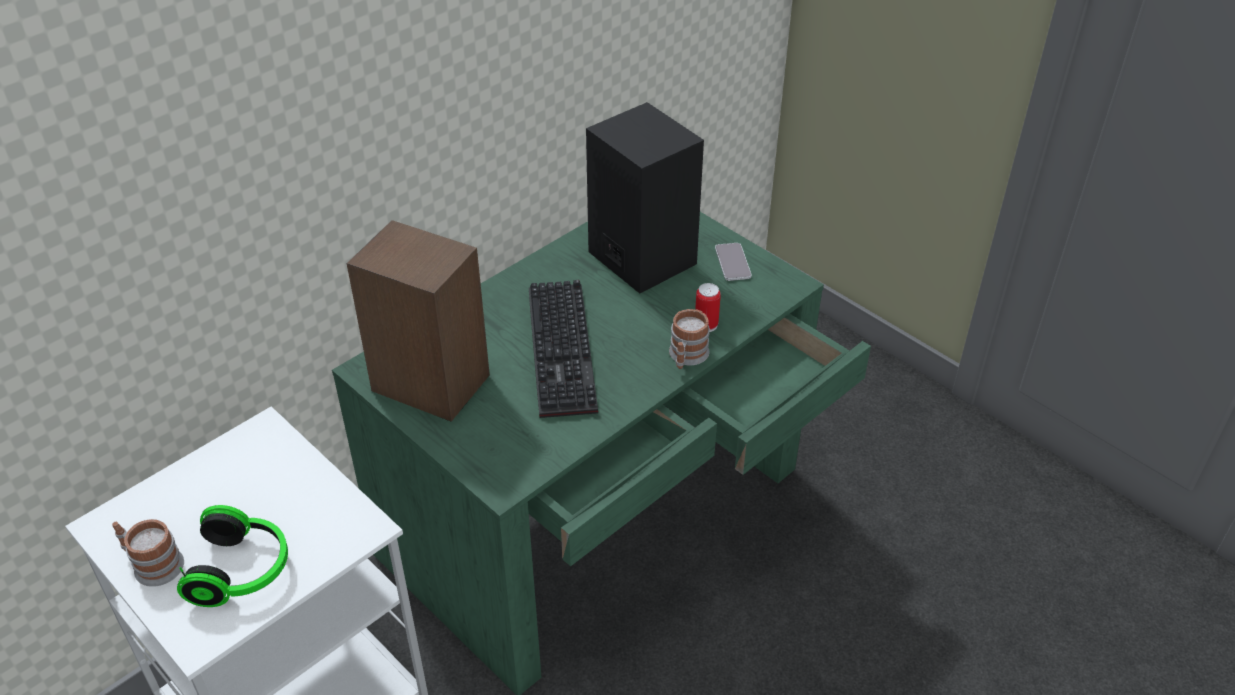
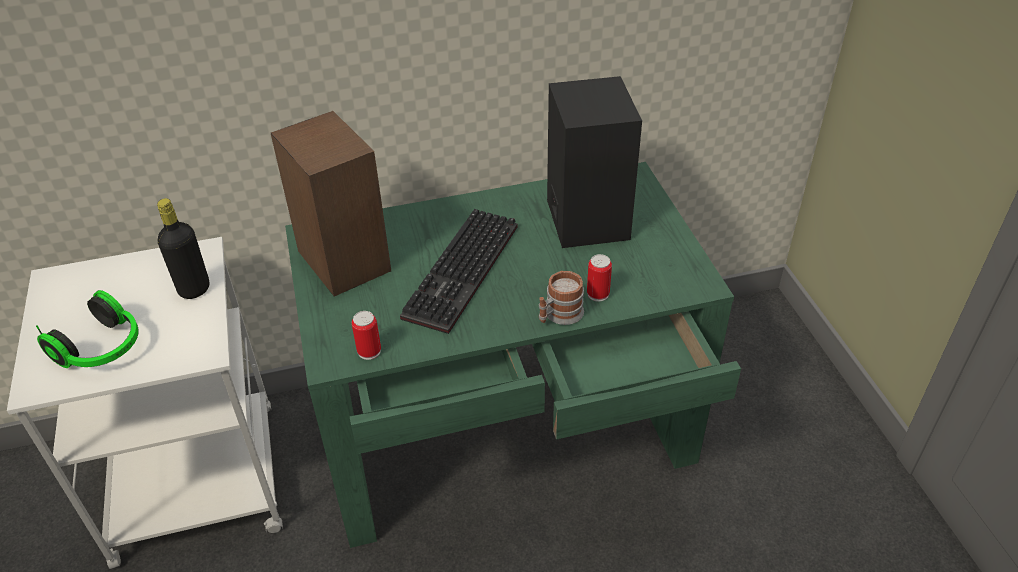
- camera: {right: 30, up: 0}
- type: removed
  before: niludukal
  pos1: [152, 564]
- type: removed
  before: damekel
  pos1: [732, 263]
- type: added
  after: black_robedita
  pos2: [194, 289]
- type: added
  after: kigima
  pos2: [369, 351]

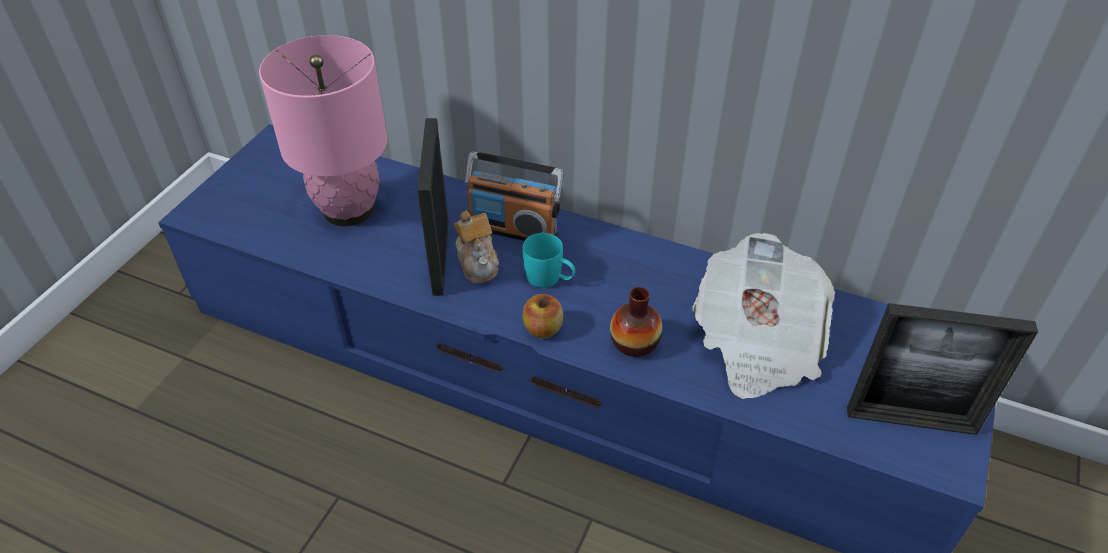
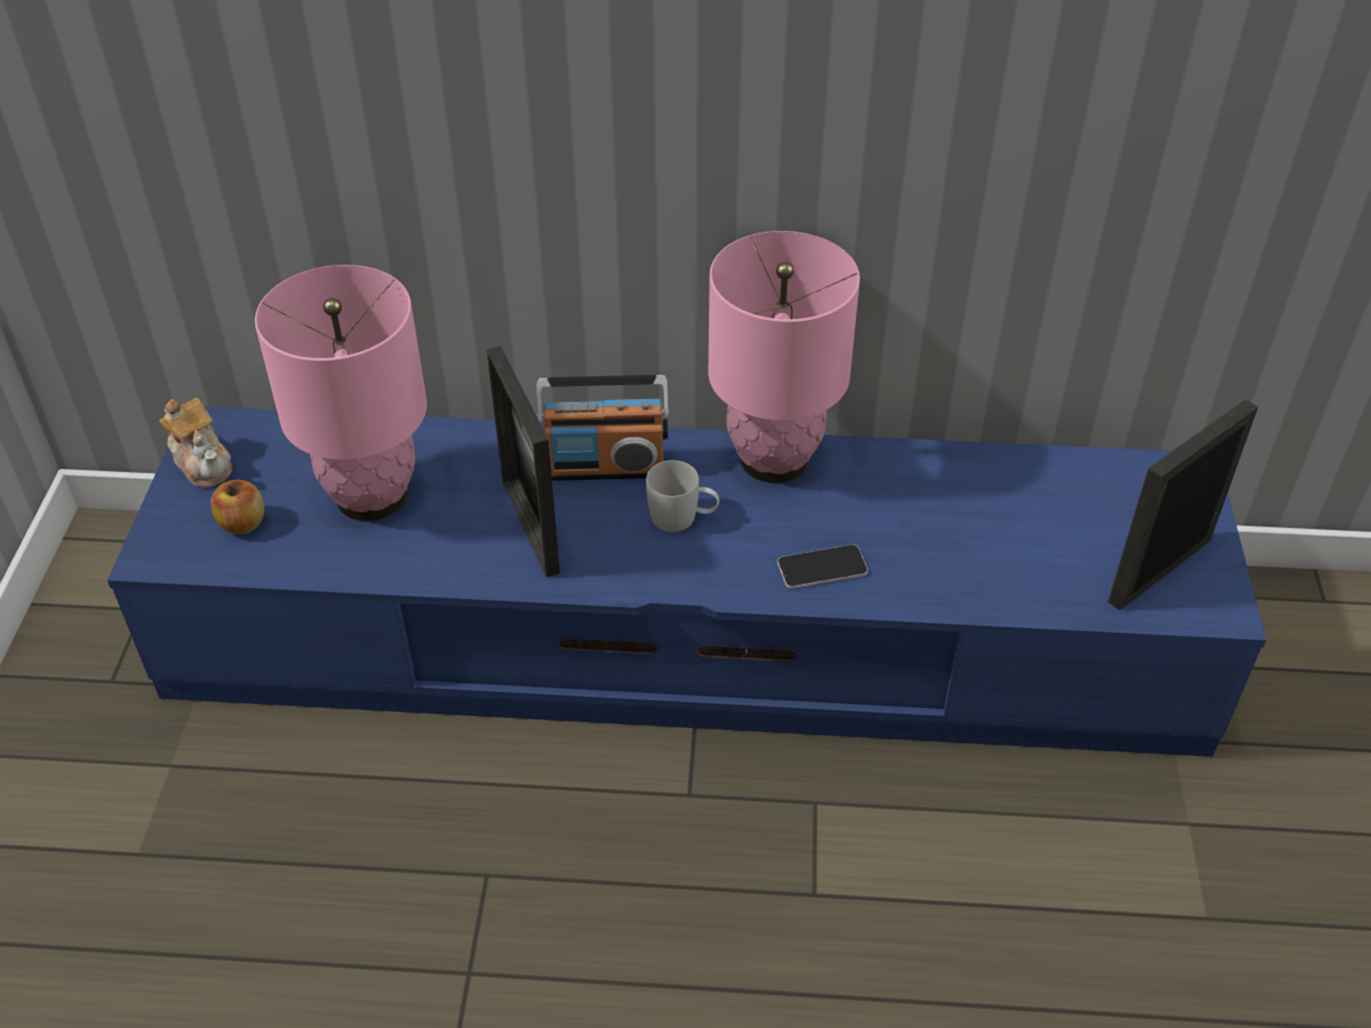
- camera: {right: -20, up: 0}
- type: removed
  before: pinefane
  pos1: [756, 343]
- type: added
  after: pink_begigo
  pos2: [773, 458]
- type: moved
  before: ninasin
  pos1: [478, 262]
  pos2: [203, 463]
- type: moved
  before: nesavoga
  pos1: [543, 329]
  pos2: [243, 523]
- type: replaced
  before: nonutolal
  after: damekel
  pos1: [634, 343]
  pos2: [822, 568]
- type: recoloured
  before: turquoise_niludukal
  after: white_niludukal
  pos1: [549, 279]
  pos2: [683, 518]
- type: turned
  before: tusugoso
  pos1: [911, 420]
  pos2: [1159, 570]
  turn: 150

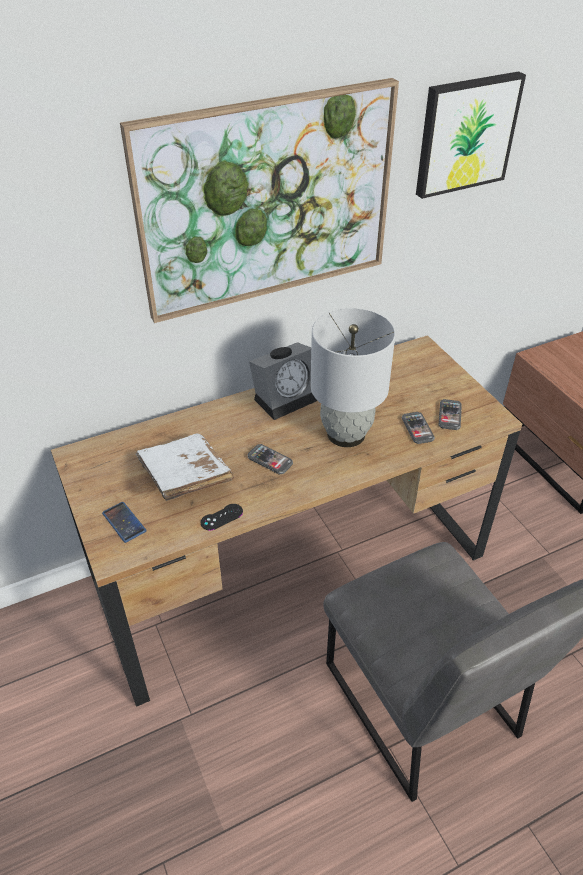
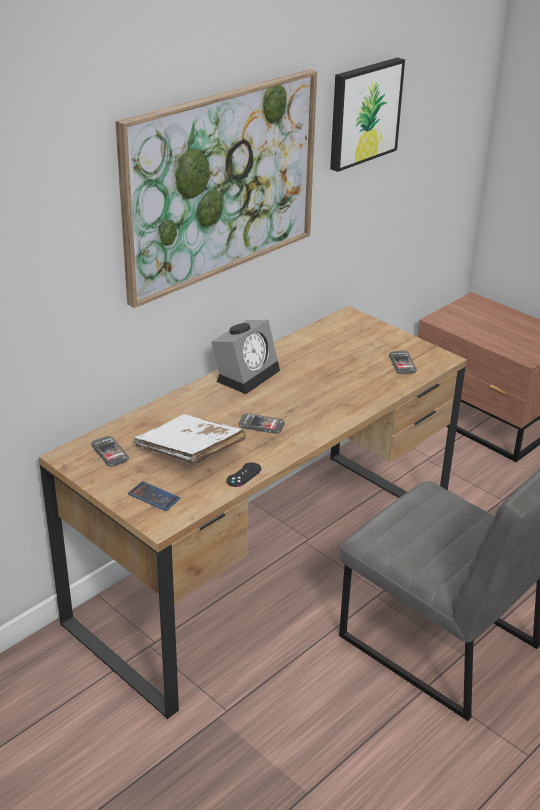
- camera: {right: -20, up: -10}
- type: removed
  before: white_begigo
  pos1: [346, 434]
- type: moved
  before: damekel
  pos1: [417, 429]
  pos2: [110, 452]

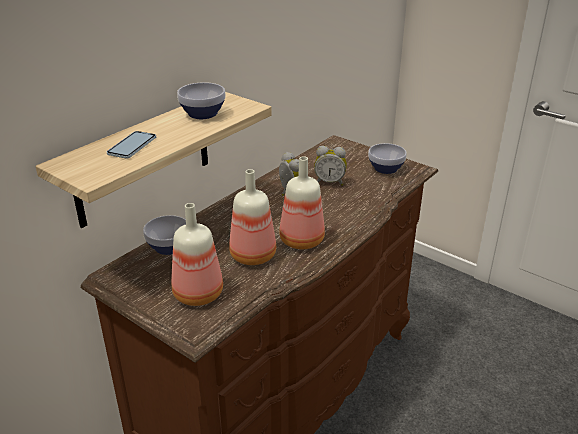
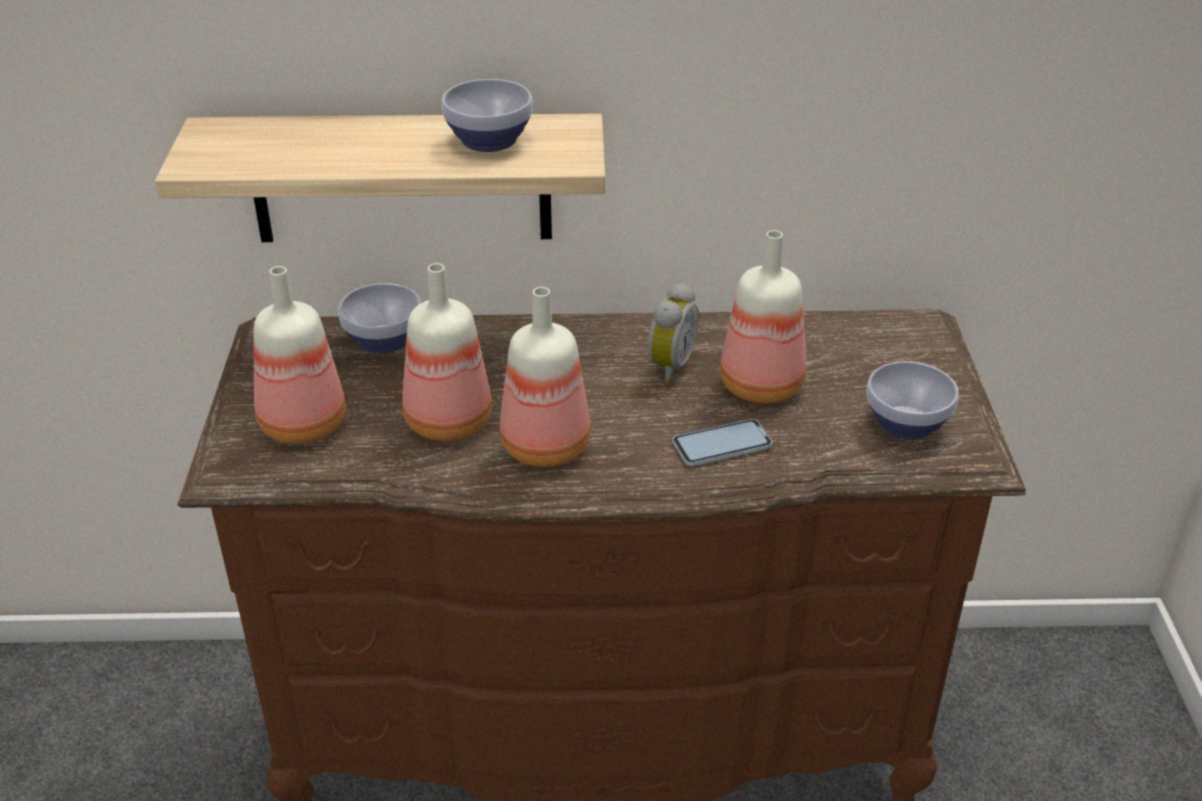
- camera: {right: 50, up: 5}
- type: moved
  before: damekel
  pos1: [132, 146]
  pos2: [722, 445]
- type: replaced
  before: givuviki
  after: robedita
  pos1: [330, 182]
  pos2: [764, 386]

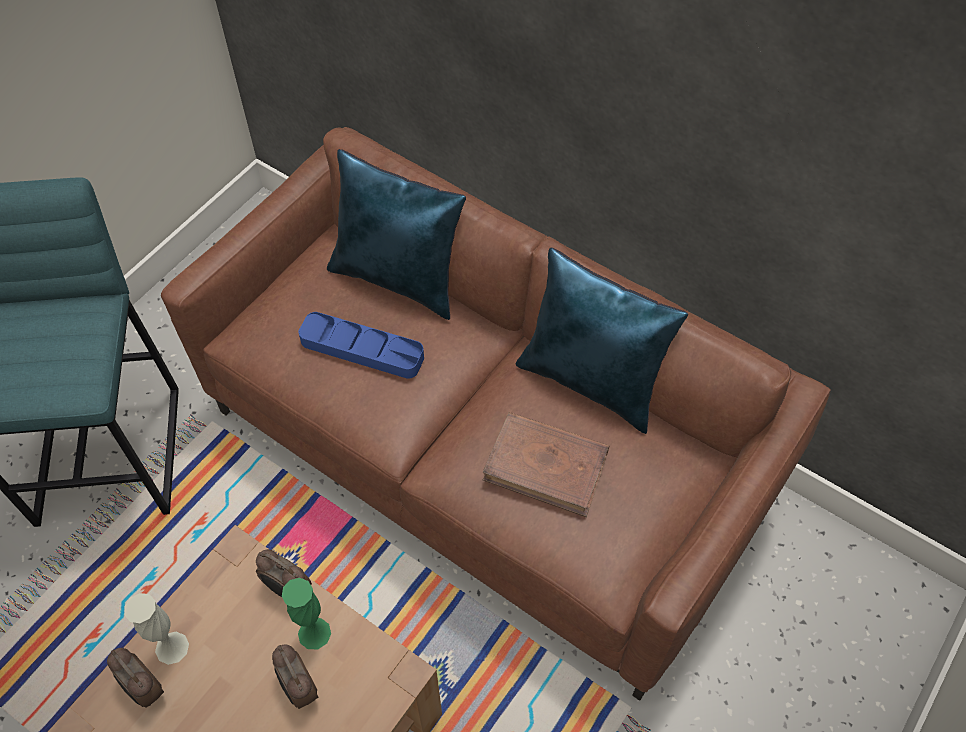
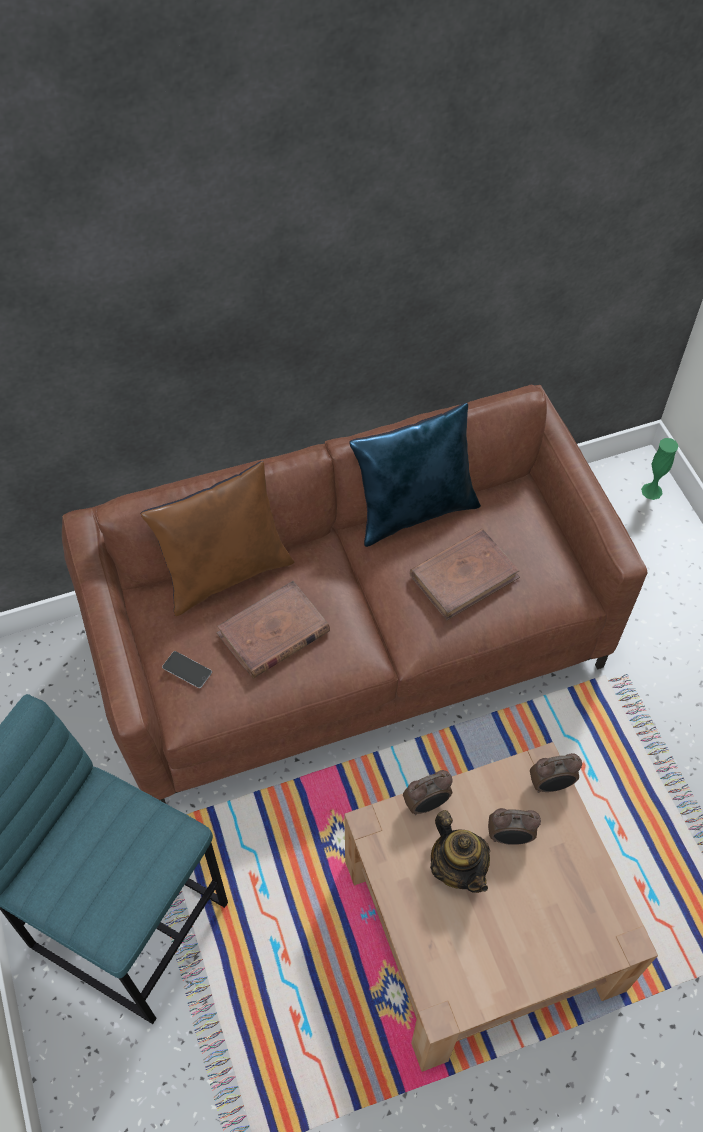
- camera: {right: -55, up: 0}
- type: removed
  before: white_nonutolal
  pos1: [172, 647]
- type: added
  after: damekel
  pos2: [187, 669]
- type: added
  after: ninasin
  pos2: [457, 867]
- type: moved
  before: givuviki
  pos1: [145, 689]
  pos2: [551, 785]
- type: moved
  before: green_nonutolal
  pos1: [314, 633]
  pos2: [651, 491]
- type: replaced
  before: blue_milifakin
  after: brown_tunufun
  pos1: [362, 349]
  pos2: [273, 633]
- type: recoloured
  before: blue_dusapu
  after: brown_dusapu
  pos1: [399, 278]
  pos2: [226, 572]

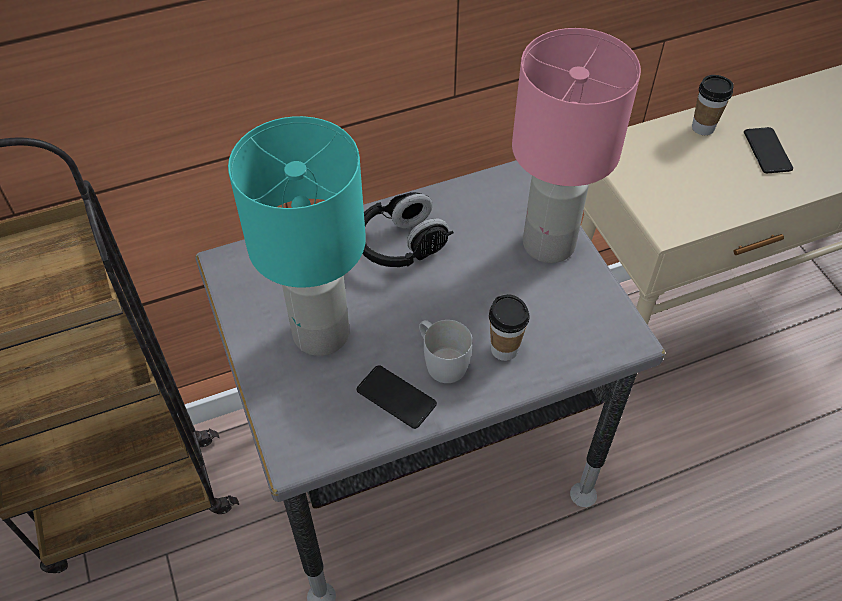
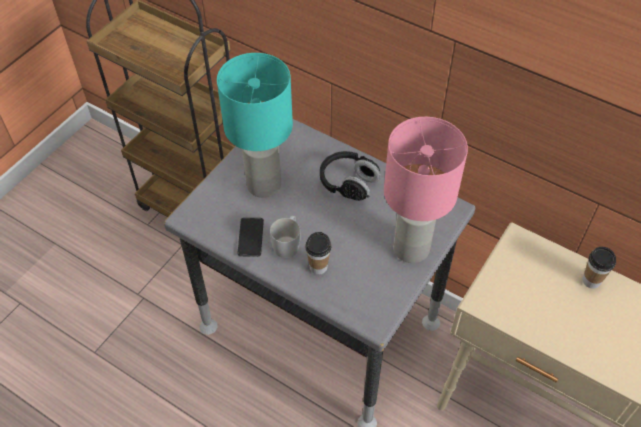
- camera: {right: 55, up: 0}
- type: removed
  before: damekel
  pos1: [767, 151]

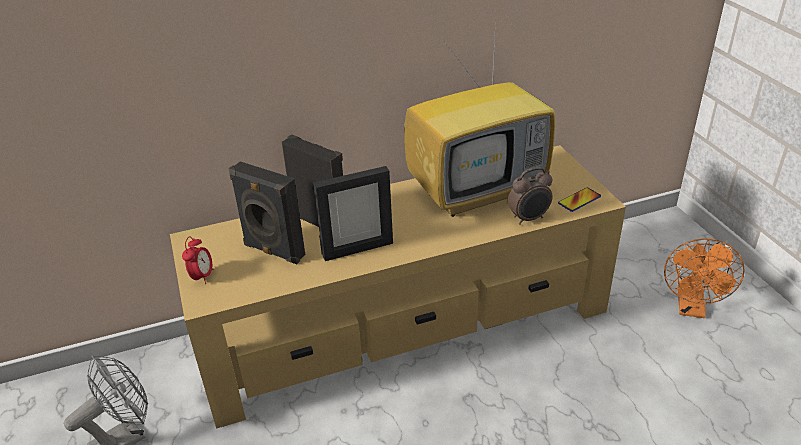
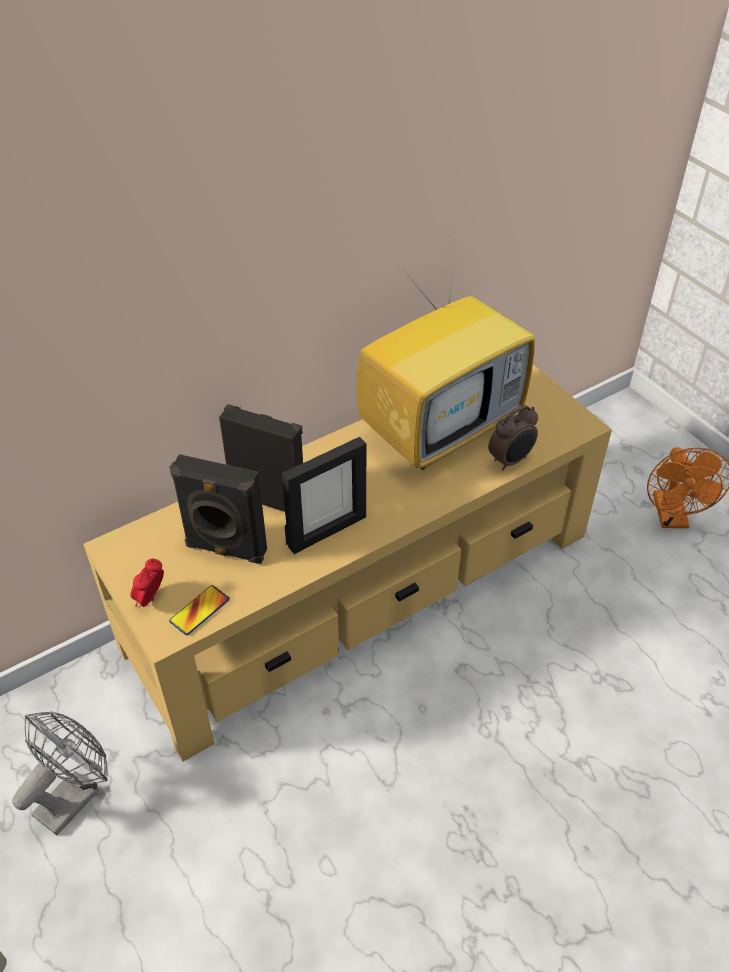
- camera: {right: -15, up: 10}
- type: moved
  before: damekel
  pos1: [579, 200]
  pos2: [200, 611]
- type: turned
  before: givuviki
  pos1: [202, 277]
  pos2: [151, 599]
  turn: -150

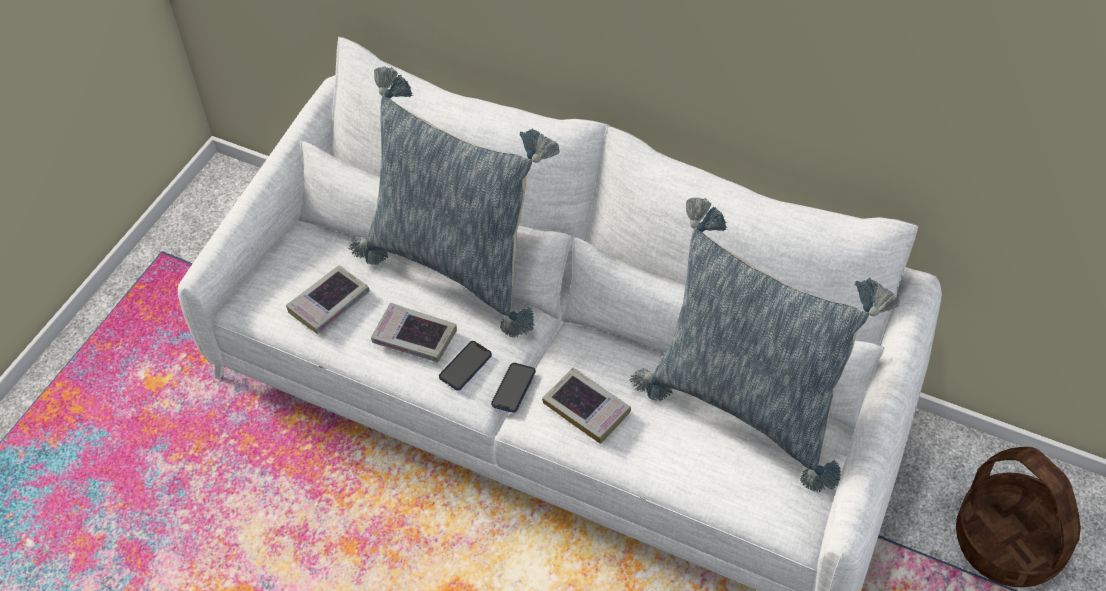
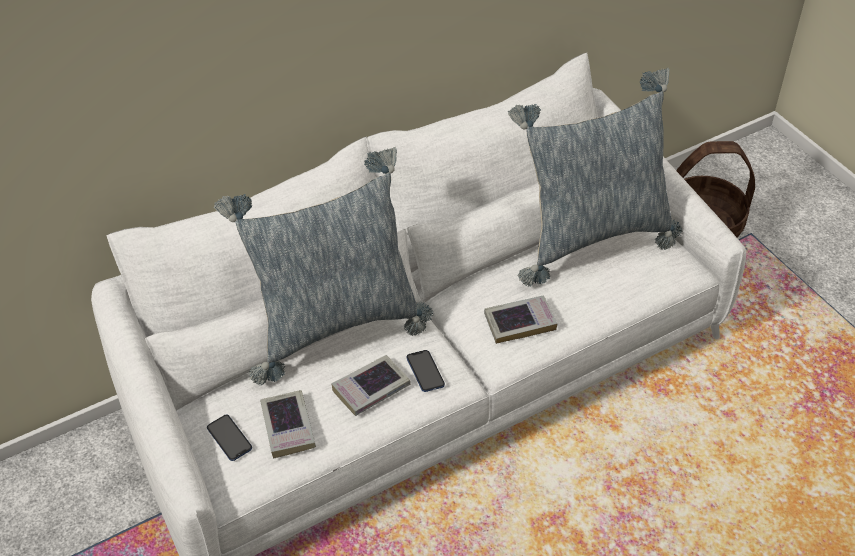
- camera: {right: -60, up: -5}
- type: moved
  before: damekel
  pos1: [513, 388]
  pos2: [229, 438]

